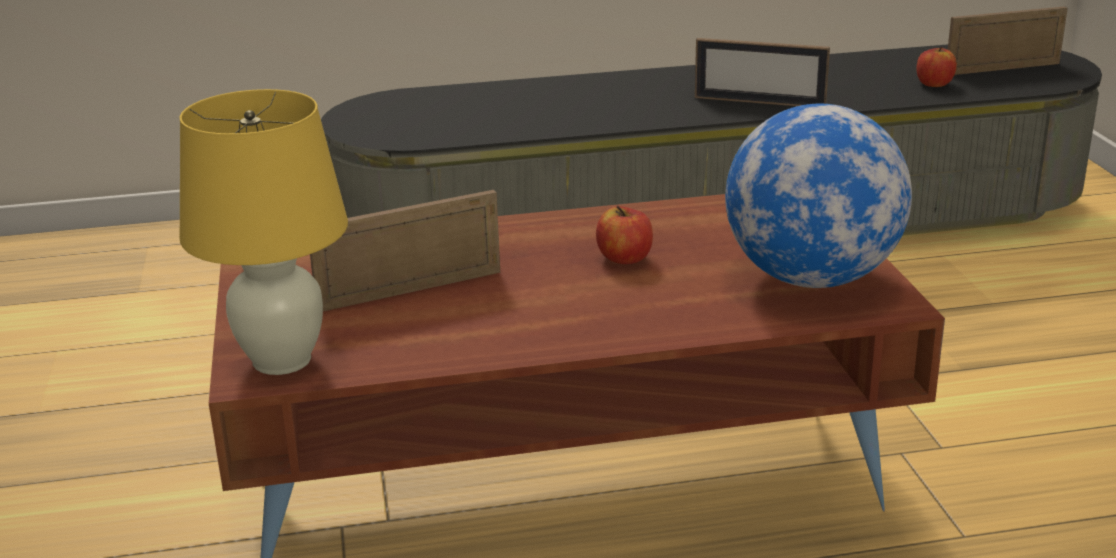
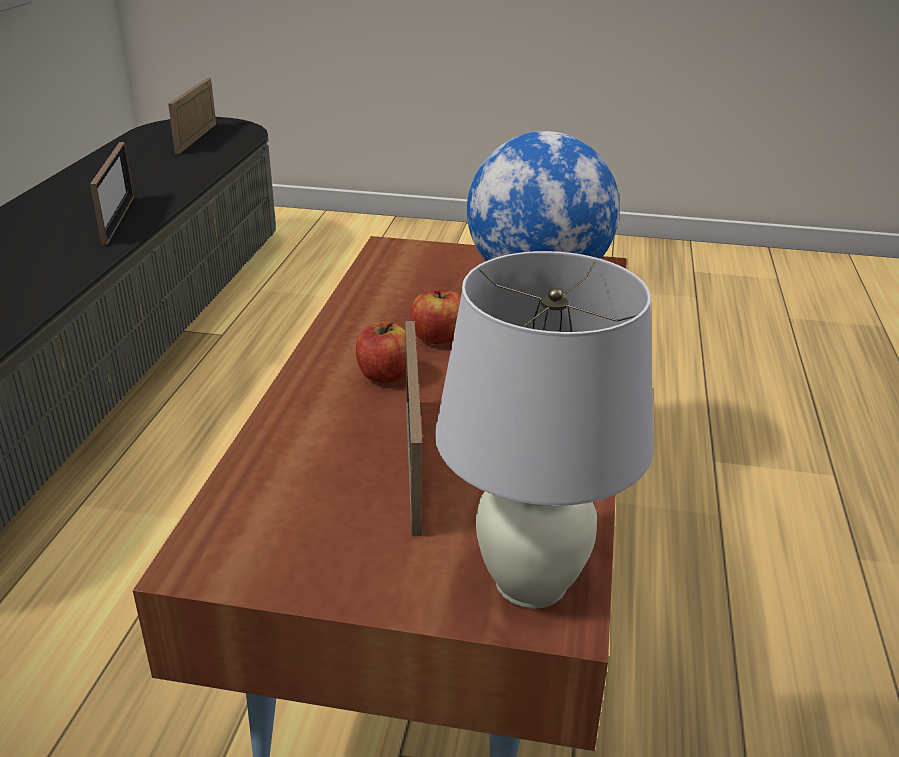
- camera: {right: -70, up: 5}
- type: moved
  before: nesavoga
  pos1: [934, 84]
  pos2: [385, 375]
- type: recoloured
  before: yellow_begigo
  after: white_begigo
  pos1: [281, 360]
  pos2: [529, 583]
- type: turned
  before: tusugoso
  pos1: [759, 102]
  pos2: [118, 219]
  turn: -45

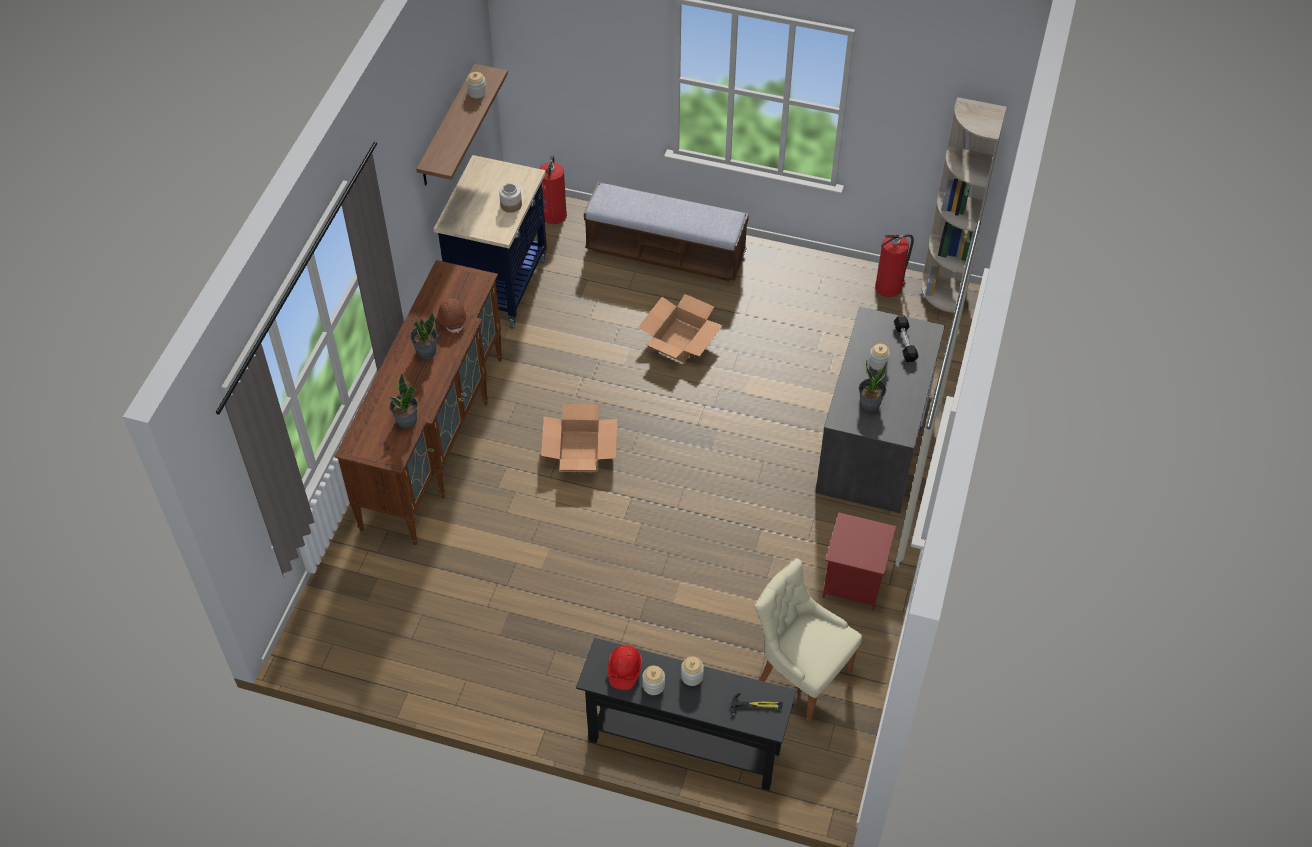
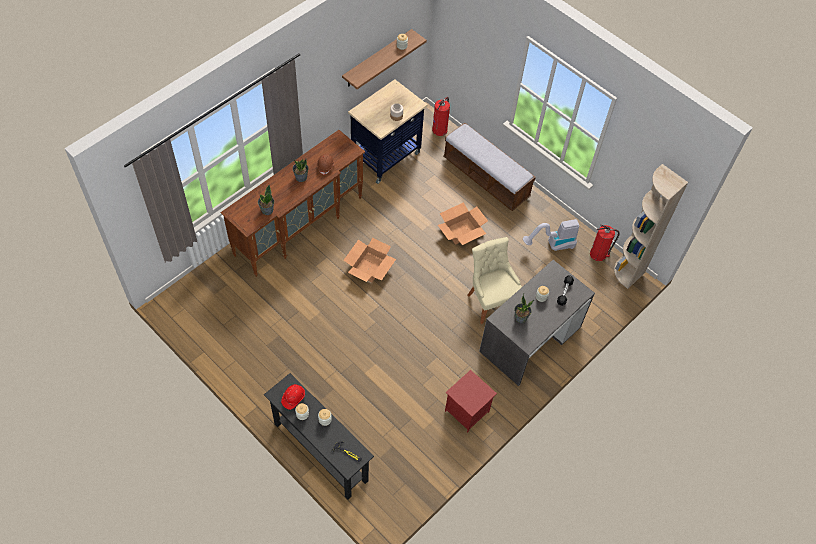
- camera: {right: 25, up: 5}
- type: added
  after: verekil
  pos2: [552, 245]
- type: moved
  before: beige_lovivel
  pos1: [801, 674]
  pos2: [491, 301]

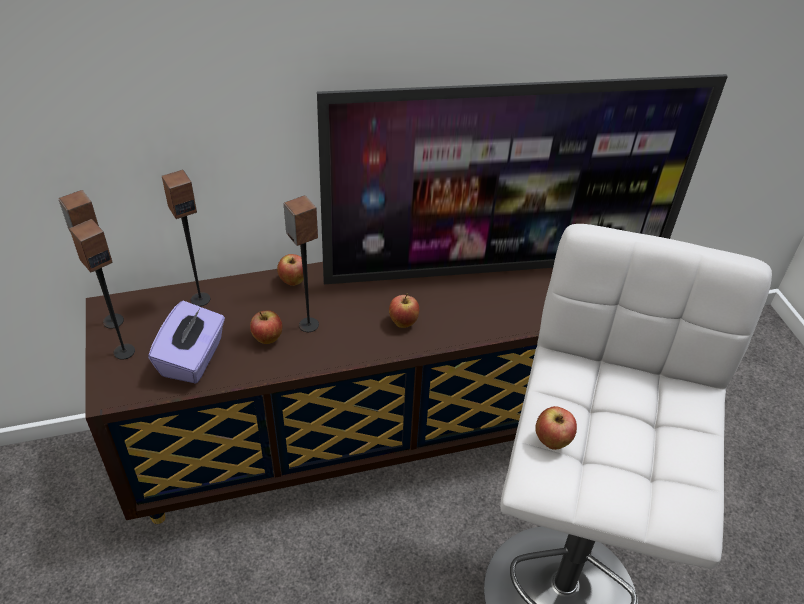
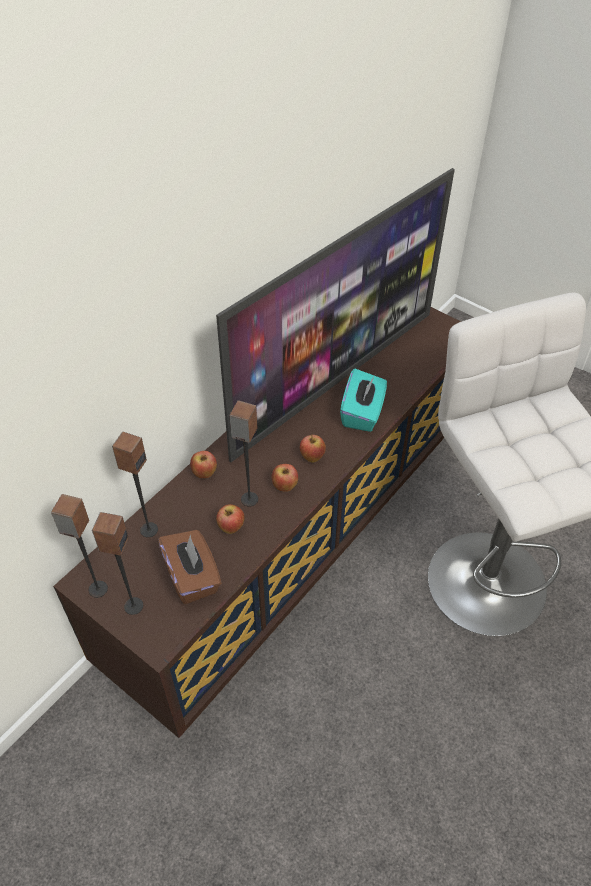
- camera: {right: -35, up: 5}
- type: added
  after: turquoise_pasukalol
  pos2: [362, 413]
- type: moved
  before: nesavoga
  pos1: [552, 441]
  pos2: [285, 486]
- type: recoloured
  before: purple_pasukalol
  after: brown_pasukalol
  pos1: [193, 359]
  pos2: [192, 577]

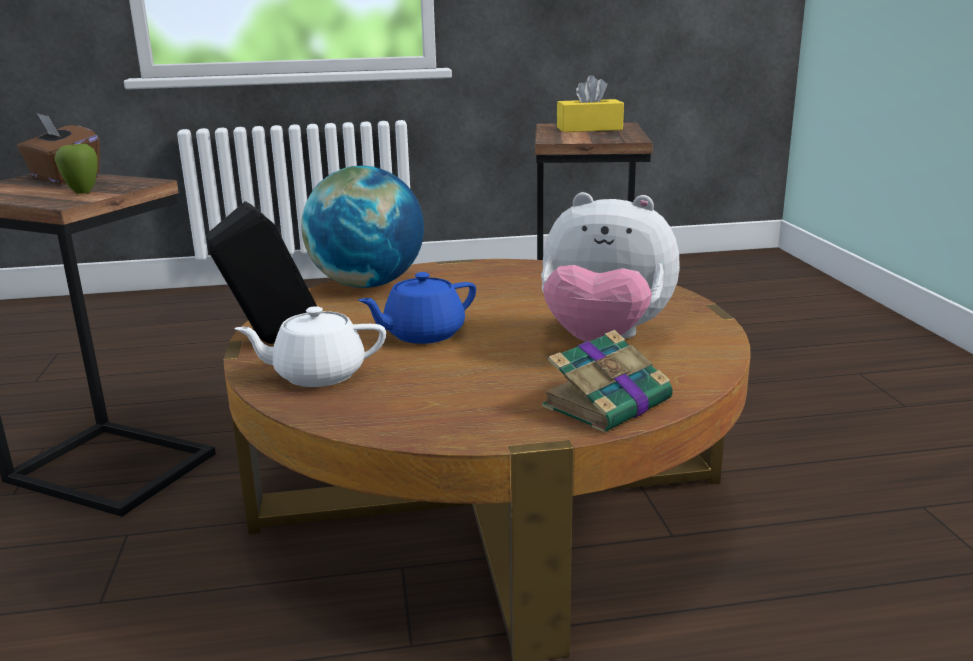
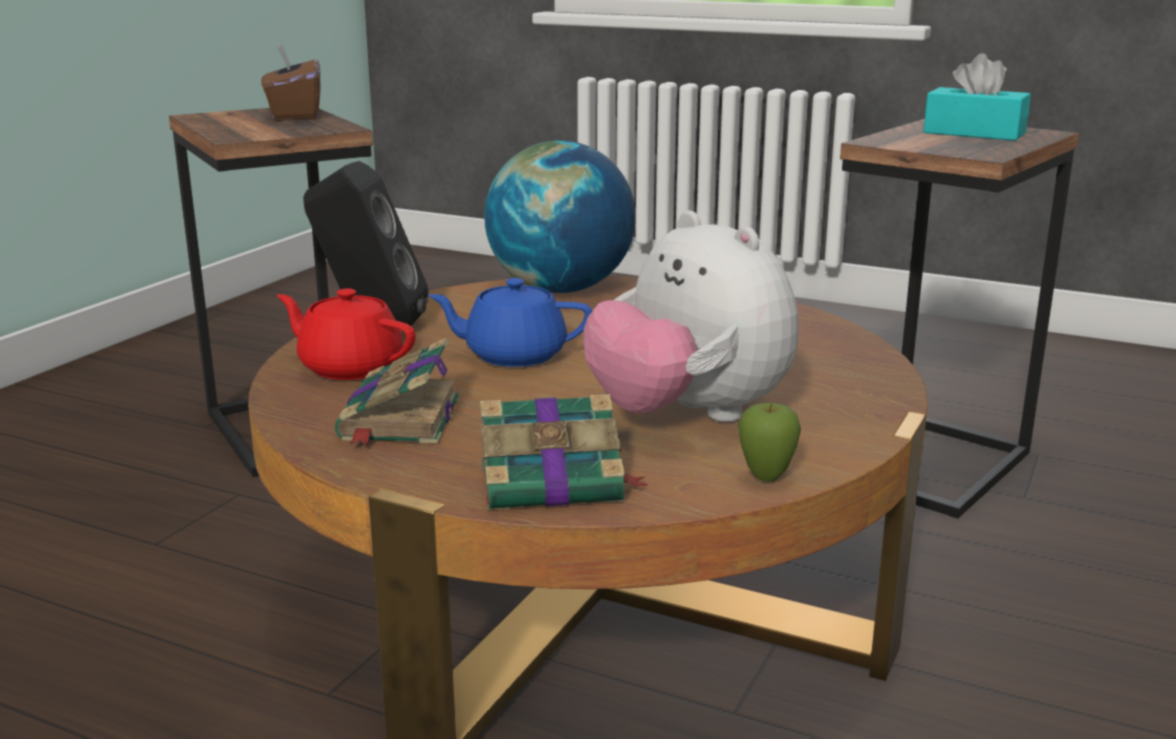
- camera: {right: 35, up: 0}
- type: added
  after: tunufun
  pos2: [399, 419]
- type: moved
  before: nesavoga
  pos1: [82, 192]
  pos2: [766, 477]
- type: recoloured
  before: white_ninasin
  after: red_ninasin
  pos1: [317, 375]
  pos2: [350, 367]
- type: recoloured
  before: yellow_pasukalol
  after: turquoise_pasukalol
  pos1: [589, 129]
  pos2: [974, 133]

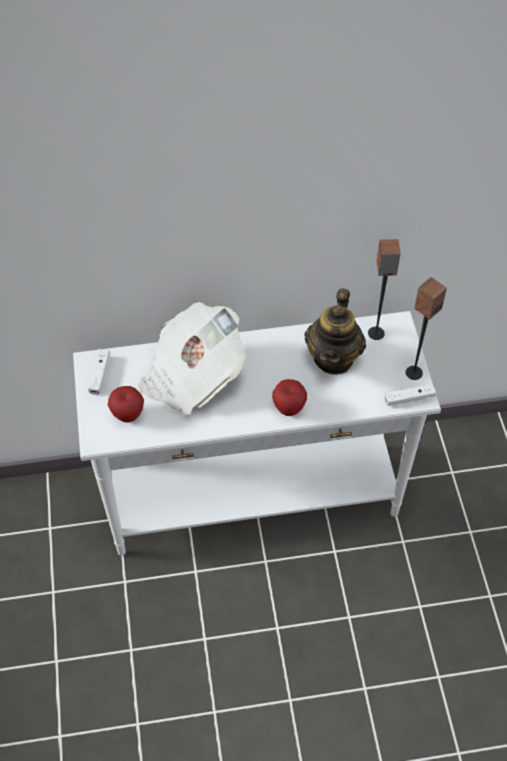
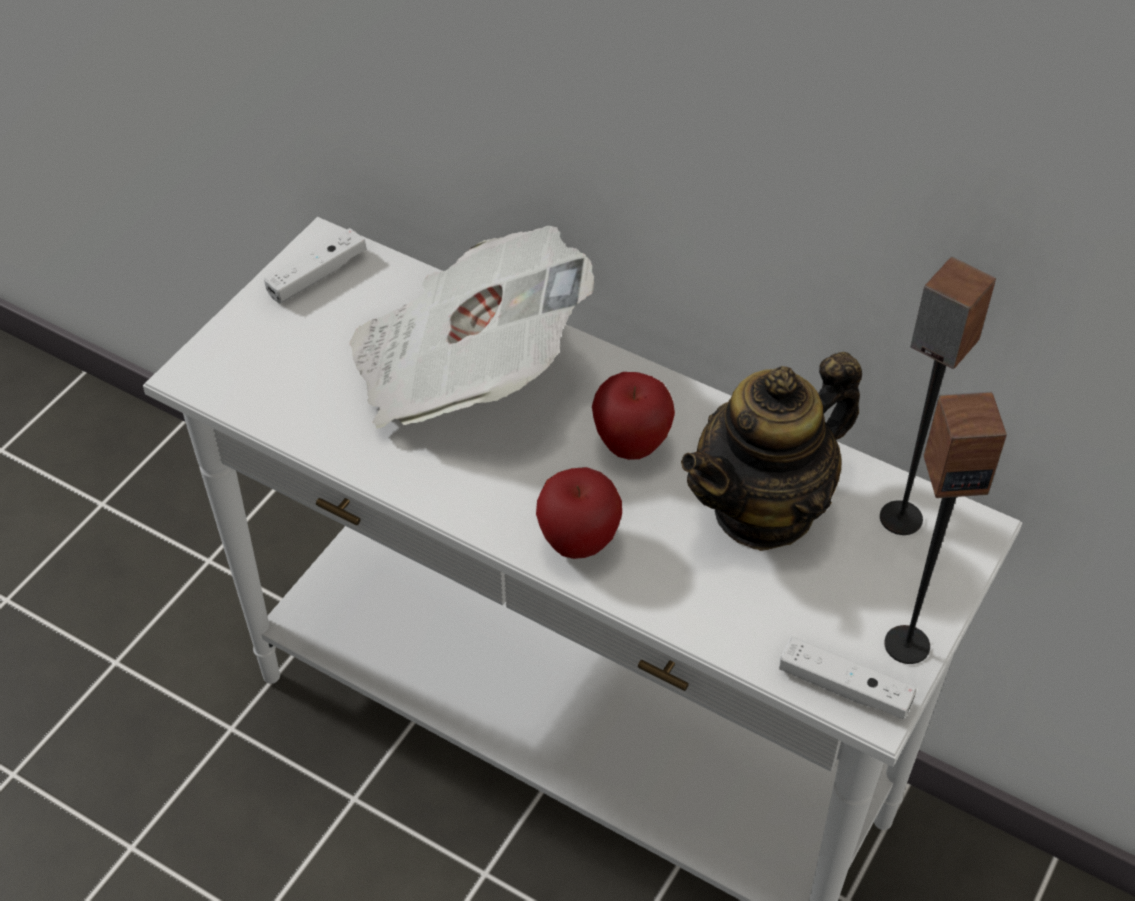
- camera: {right: 40, up: -5}
- type: moved
  before: nesavoga
  pos1: [128, 415]
  pos2: [631, 445]

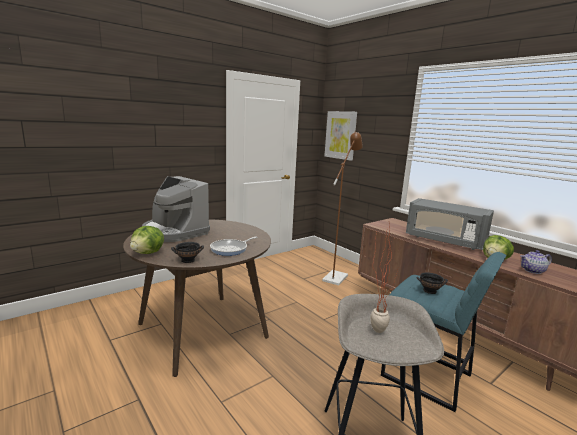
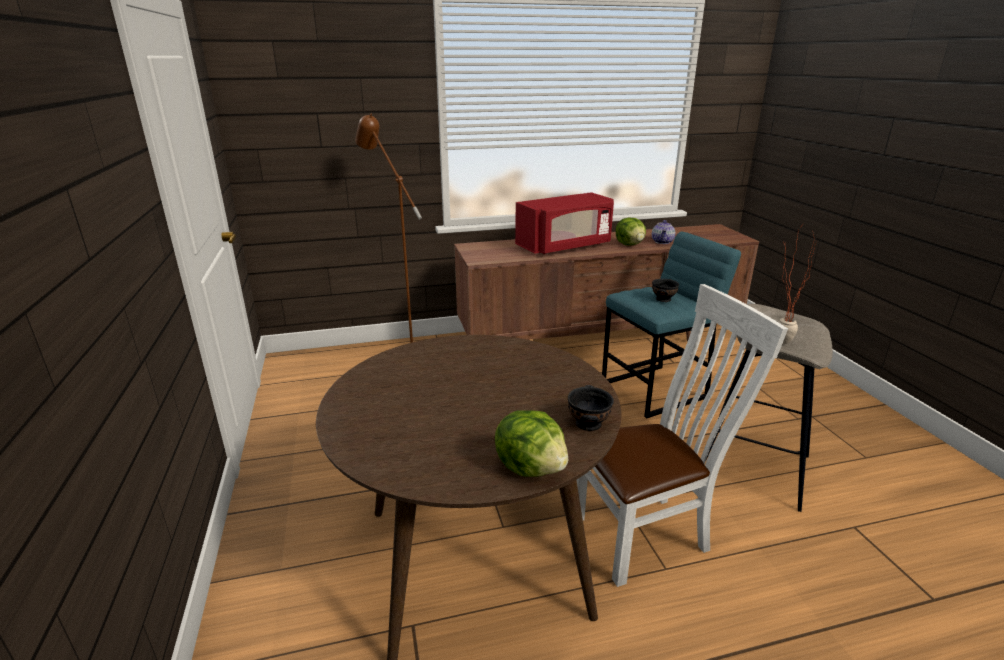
- camera: {right: -65, up: 10}
- type: removed
  before: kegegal
  pos1: [174, 232]
- type: removed
  before: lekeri
  pos1: [231, 249]
- type: removed
  before: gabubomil
  pos1: [340, 135]
- type: added
  after: white_lovivel
  pos2: [647, 533]
- type: recoloured
  before: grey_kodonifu
  after: red_kodonifu
  pos1: [444, 241]
  pos2: [565, 246]

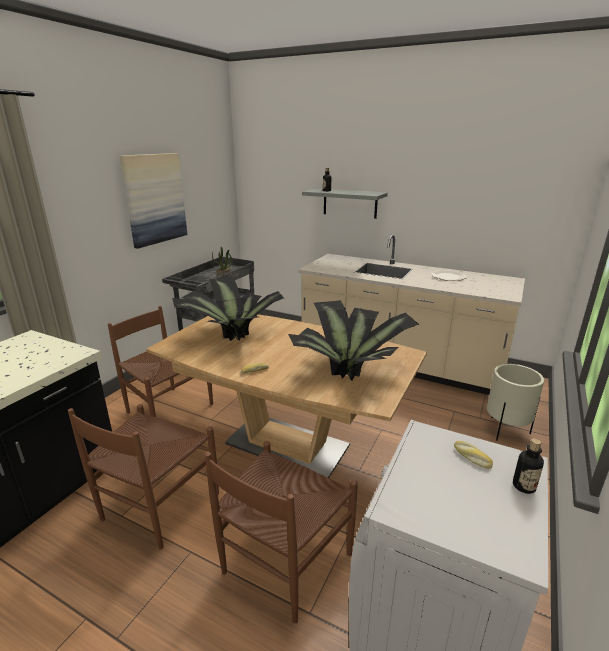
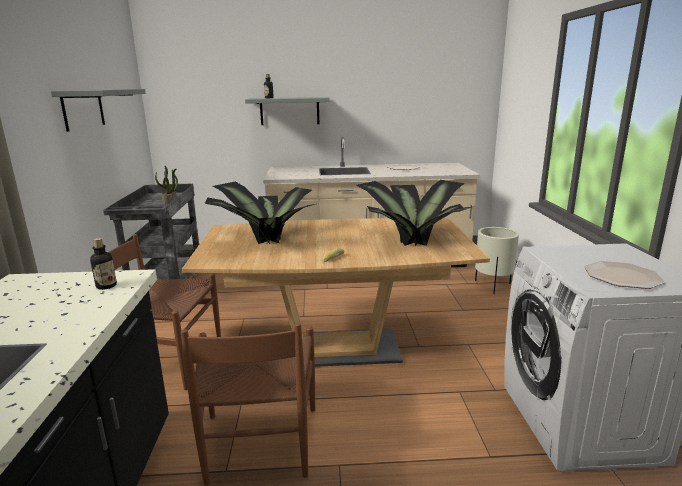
- camera: {right: -30, up: -5}
- type: removed
  before: brown_lovivel
  pos1: [283, 562]
- type: removed
  before: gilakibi
  pos1: [471, 458]
- type: added
  after: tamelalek
  pos2: [622, 276]
- type: moved
  before: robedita
  pos1: [524, 486]
  pos2: [106, 286]
- type: replaced
  before: gabubomil
  after: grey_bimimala
  pos1: [155, 199]
  pos2: [83, 109]

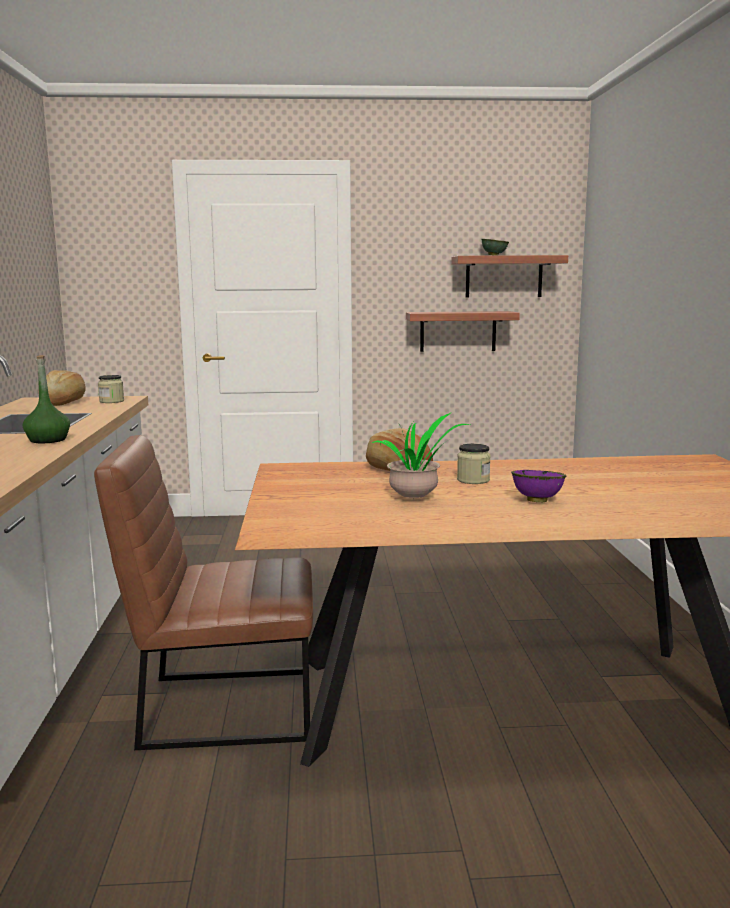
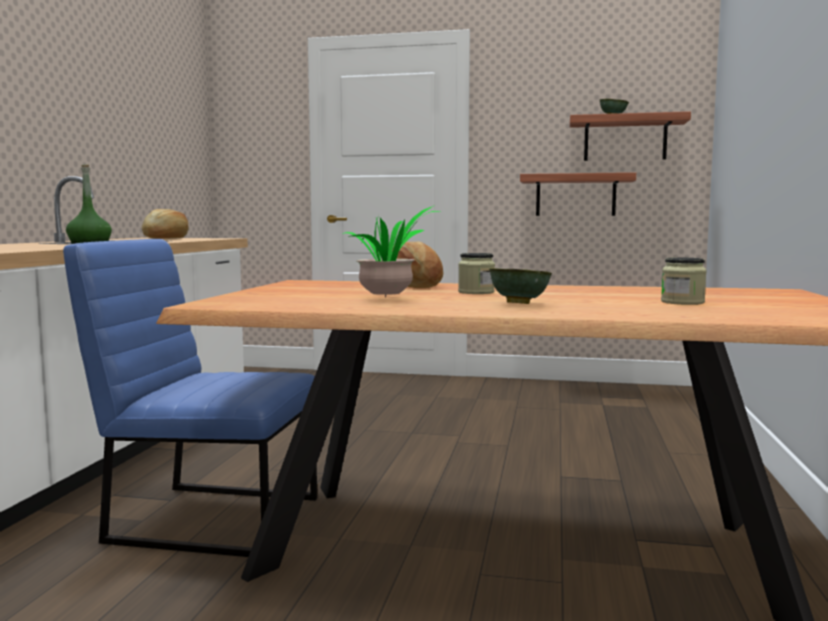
- camera: {right: 15, up: -5}
- type: moved
  before: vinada
  pos1: [111, 401]
  pos2: [682, 302]
- type: recoloured
  before: brown_lovivel
  after: blue_lovivel
  pos1: [223, 707]
  pos2: [210, 518]
- type: recoloured
  before: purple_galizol
  after: green_galizol
  pos1: [536, 501]
  pos2: [518, 304]

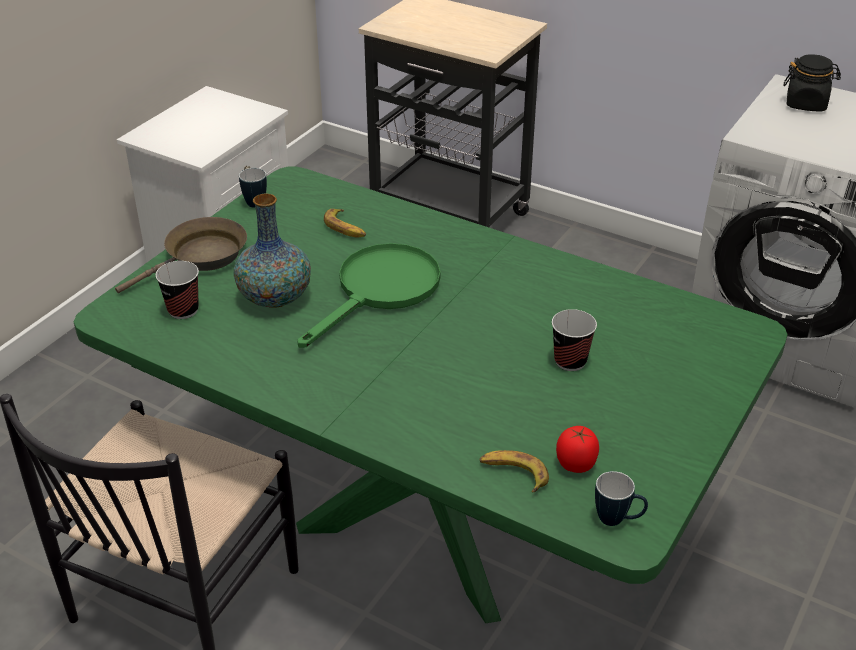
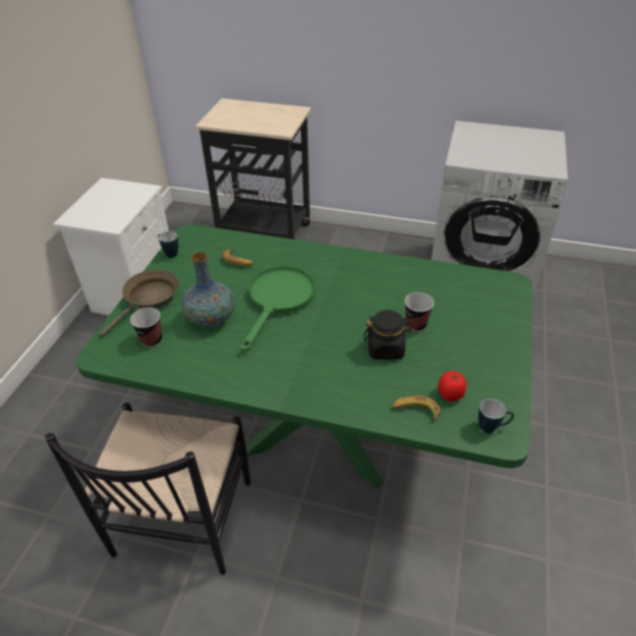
- camera: {right: -15, up: 5}
- type: moved
  before: black_vinada
  pos1: [806, 104]
  pos2: [386, 349]

